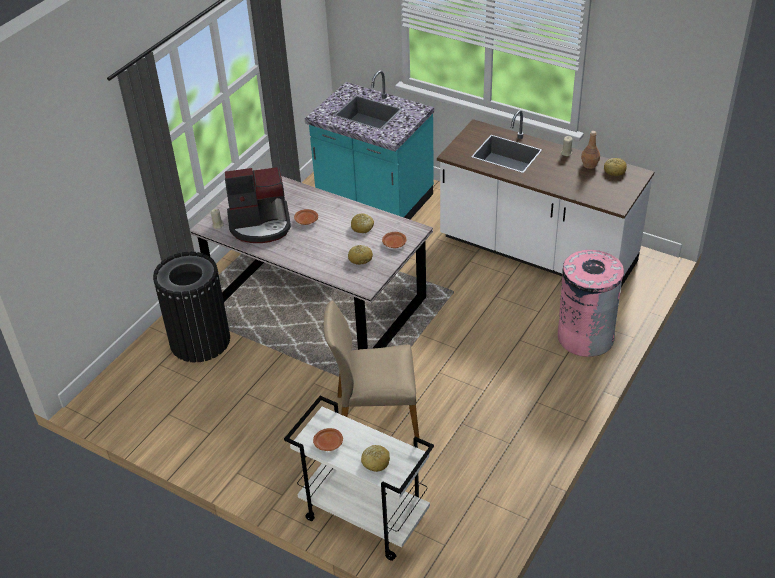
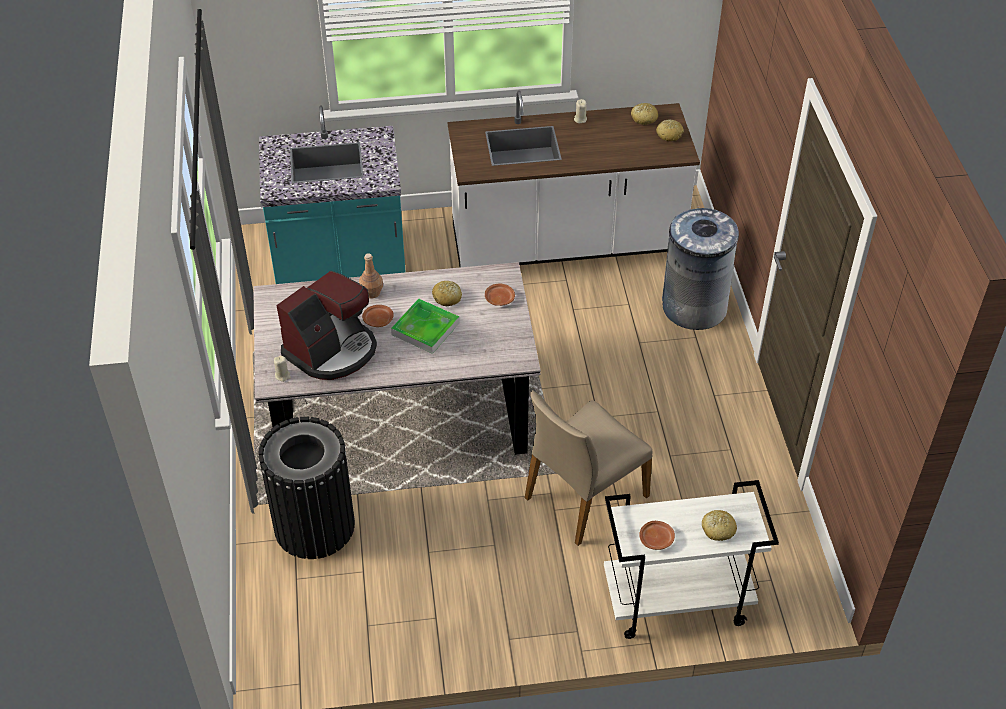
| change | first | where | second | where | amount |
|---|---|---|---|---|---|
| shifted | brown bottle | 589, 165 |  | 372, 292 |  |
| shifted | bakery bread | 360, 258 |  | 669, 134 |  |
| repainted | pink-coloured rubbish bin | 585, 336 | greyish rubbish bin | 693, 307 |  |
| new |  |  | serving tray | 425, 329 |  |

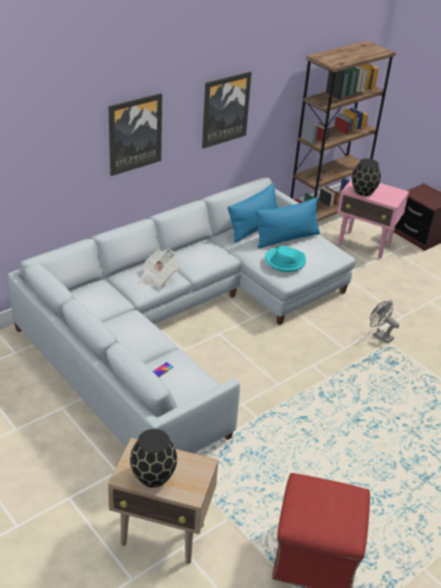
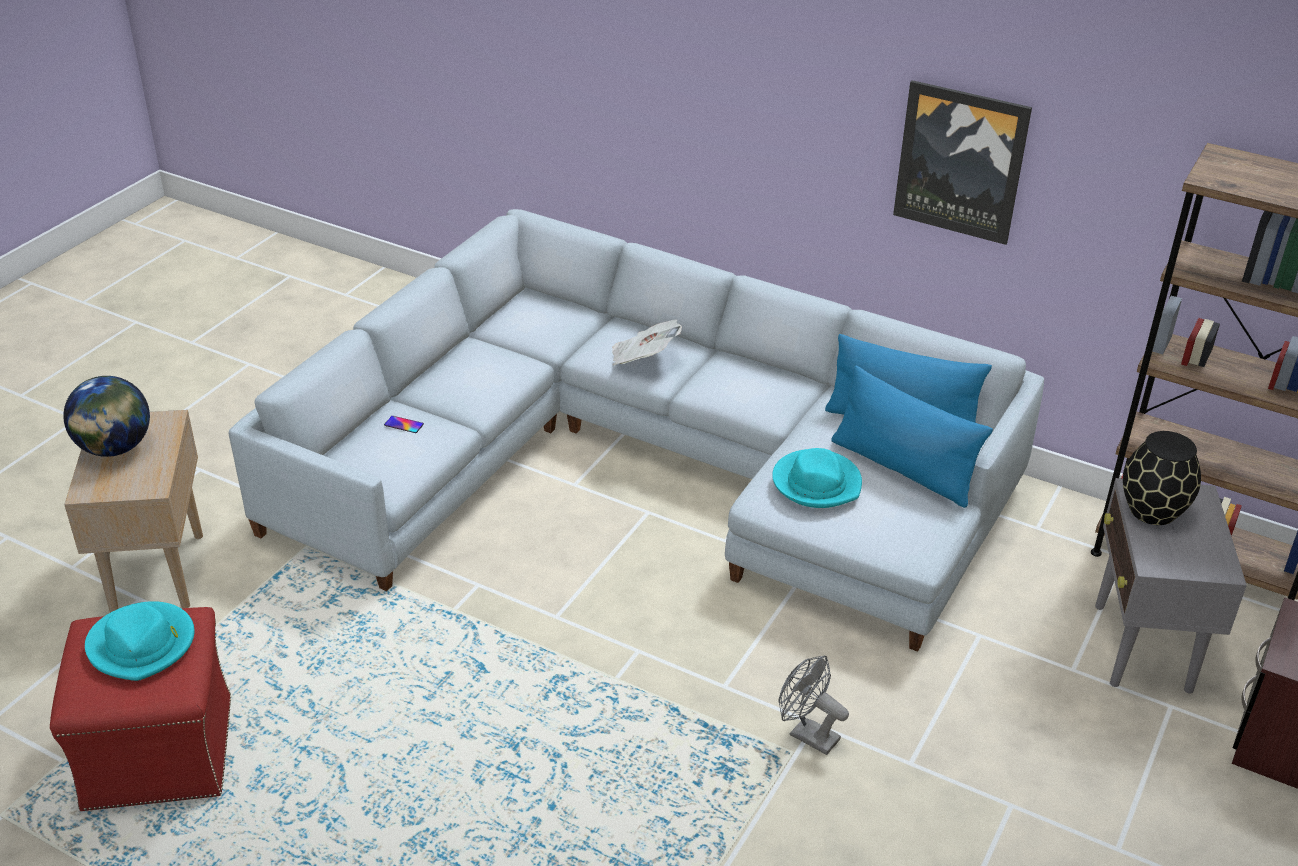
| change | first | where | second | where | amount |
|---|---|---|---|---|---|
| gone | wall picture | 134, 133 |  |  |  |
| repainted | pink-coloured accent table | 364, 245 | greyish accent table | 1142, 649 |  |
| rotated | greyish cooling fan | 379, 335 |  | 807, 734 | 75 degrees counterclockwise |
| swapped | black-coloured decorative vase | 154, 476 | world globe | 115, 448 |  |
| new |  |  | turquoise wearable hat | 142, 644 |  |

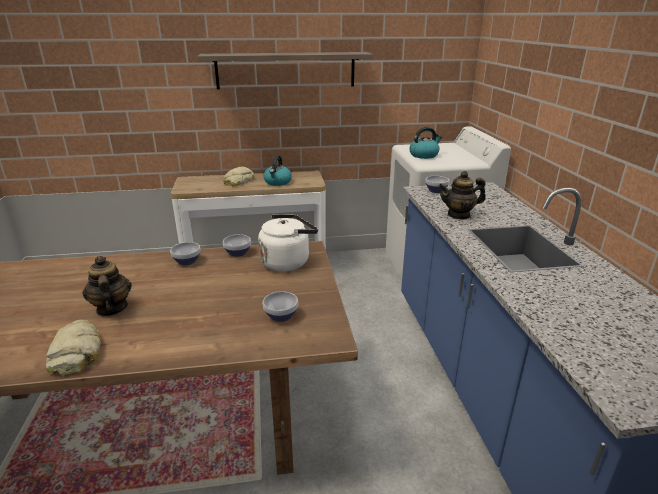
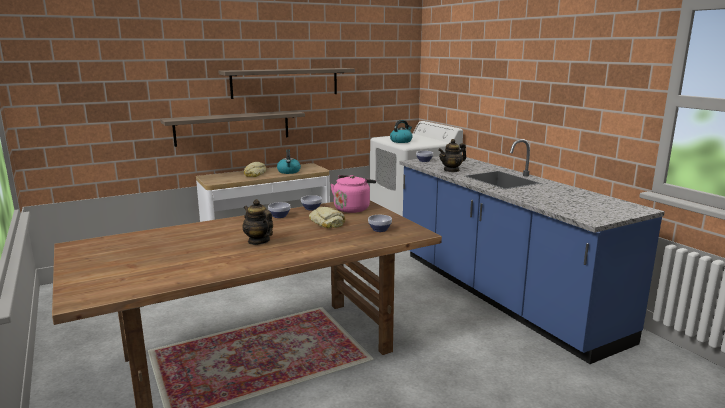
| change | first | where | second | where | amount |
|---|---|---|---|---|---|
| repainted | white tea kettle | 287, 261 | pink-coloured tea kettle | 353, 208 |  |
| shifted | bakery bread | 77, 353 |  | 327, 222 |  |
| new |  |  | wall shelf | 233, 128 |  |

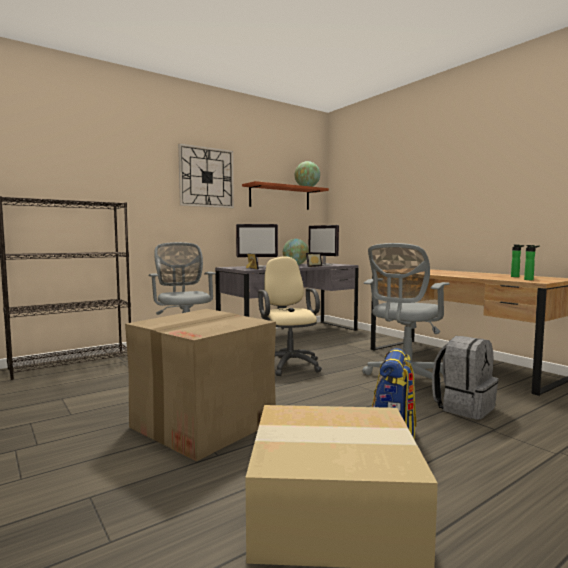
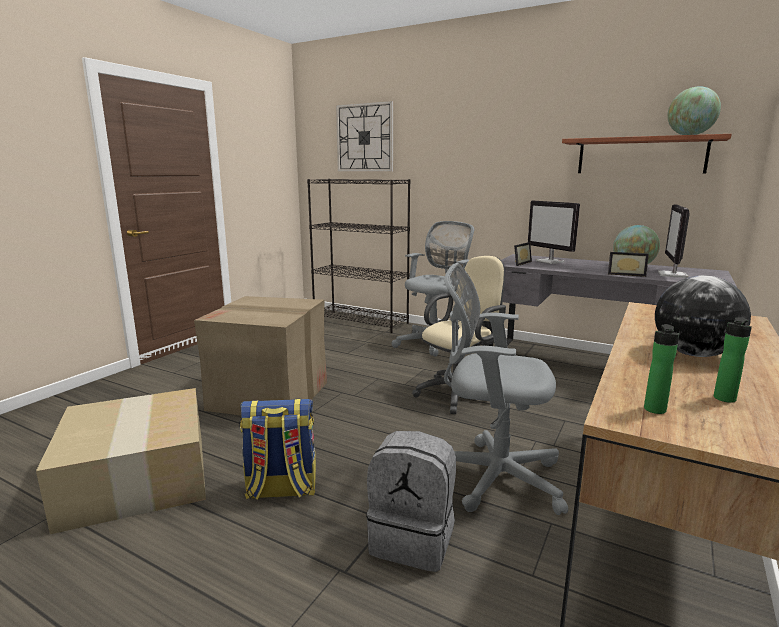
| change | first | where | second | where | amount |
|---|---|---|---|---|---|
| shifted | wall clock | 206, 177 |  | 365, 138 |  |
| new |  |  | world globe | 694, 354 |  |

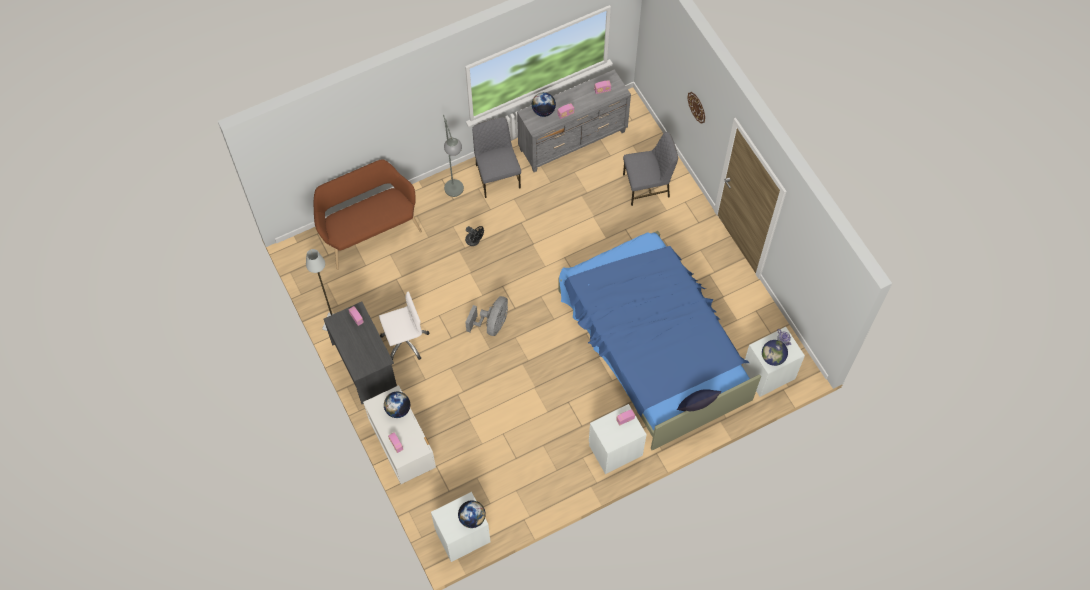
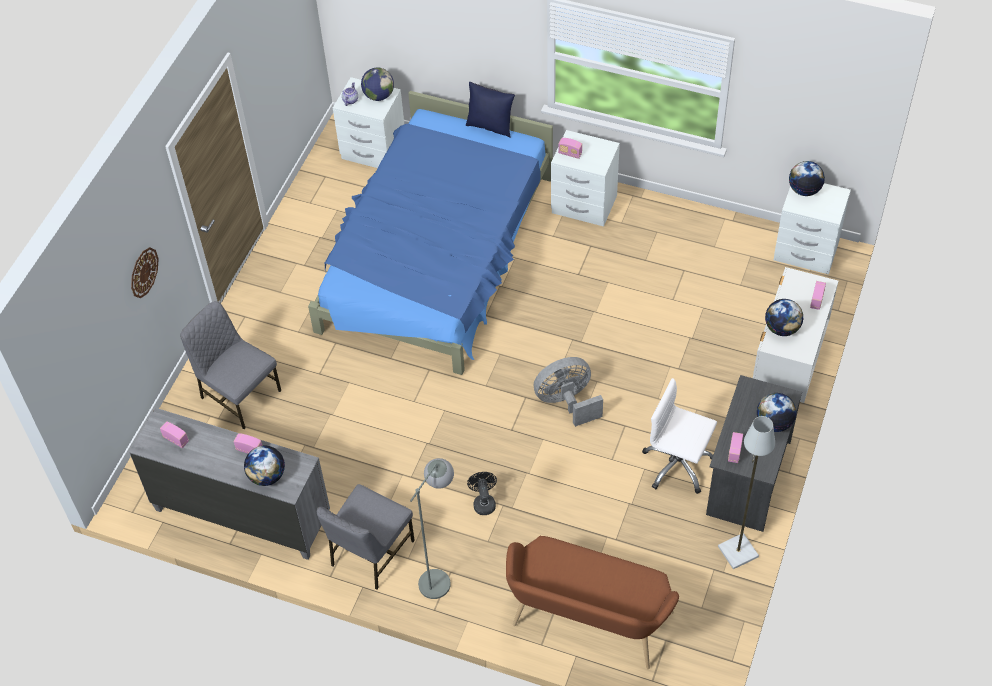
| change | first | where | second | where | amount |
|---|---|---|---|---|---|
| new |  |  | world globe | 774, 423 |  |

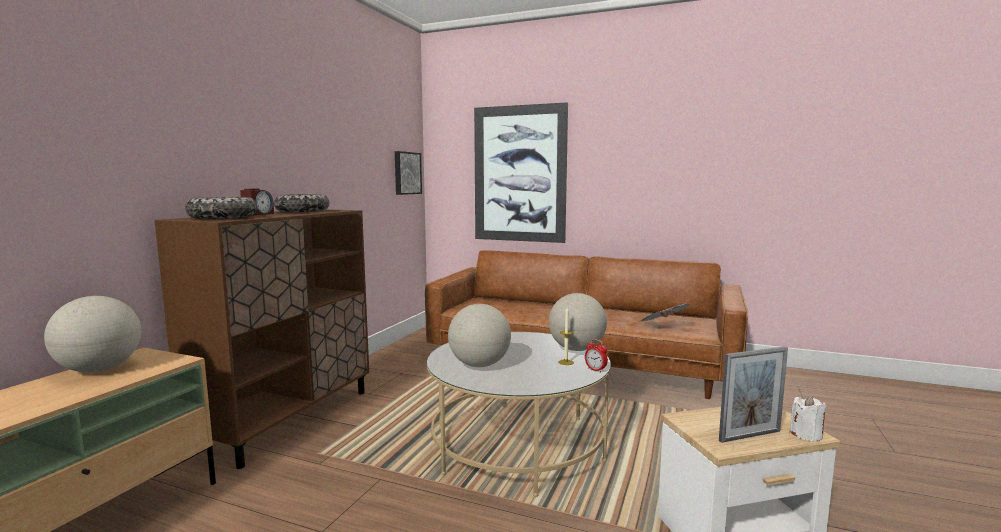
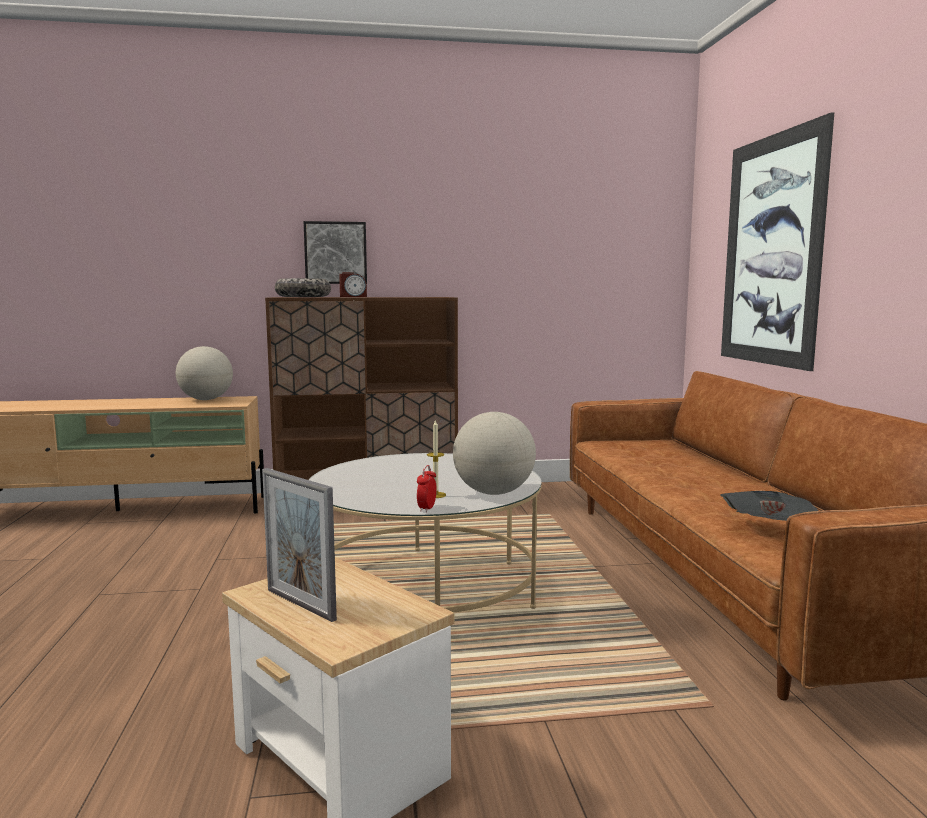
| change | first | where | second | where | amount |
|---|---|---|---|---|---|
| shifted | wall picture | 406, 173 |  | 335, 253 |  |
| gone | bowl | 302, 211 |  |  |  |
| gone | world globe | 480, 365 |  |  |  |
| gone | white wax light | 806, 434 |  |  |  |

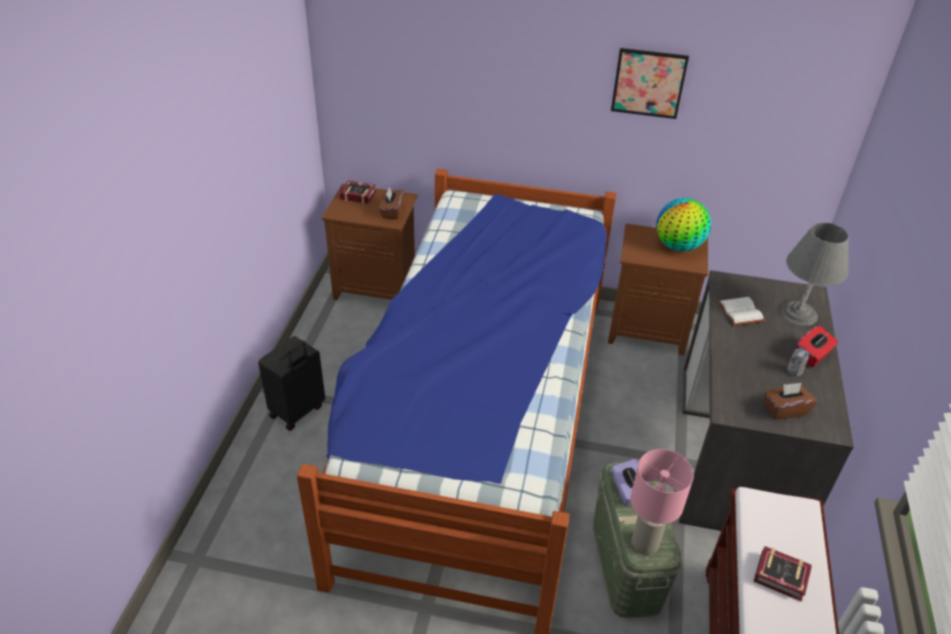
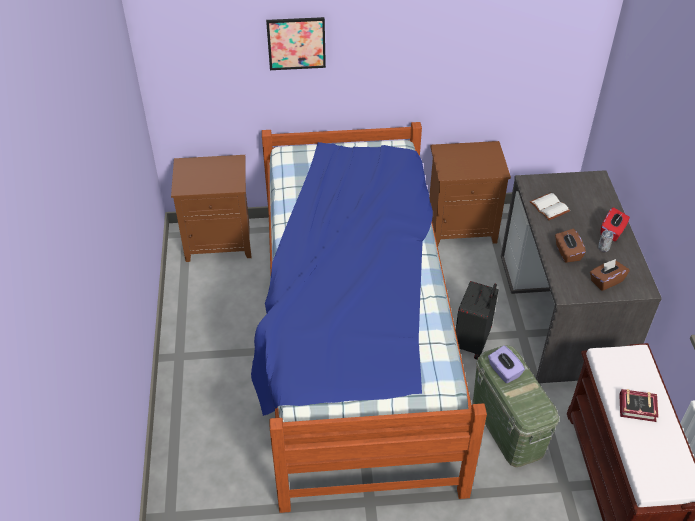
| change | first | where | second | where | amount |
|---|---|---|---|---|---|
| shifted | wall picture | 648, 83 |  | 296, 43 |  |
| gone | book | 357, 194 |  |  |  |
| shifted | brown tissue box | 391, 212 |  | 567, 253 |  |
| gone | world globe | 678, 246 |  |  |  |
| gone | greyish lamp for a table | 798, 313 |  |  |  |
| shifted | black-coloured travel case | 298, 412 |  | 472, 342 |  |
| gone | pink-coloured lamp for a table | 644, 543 |  |  |  |

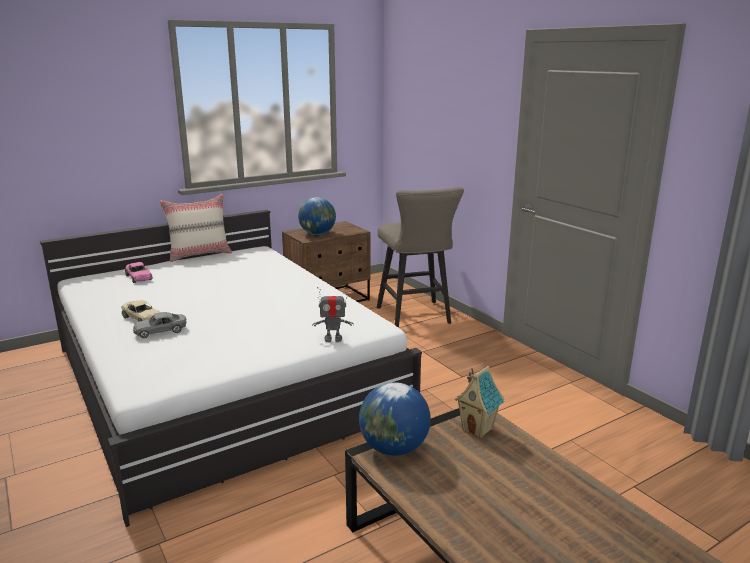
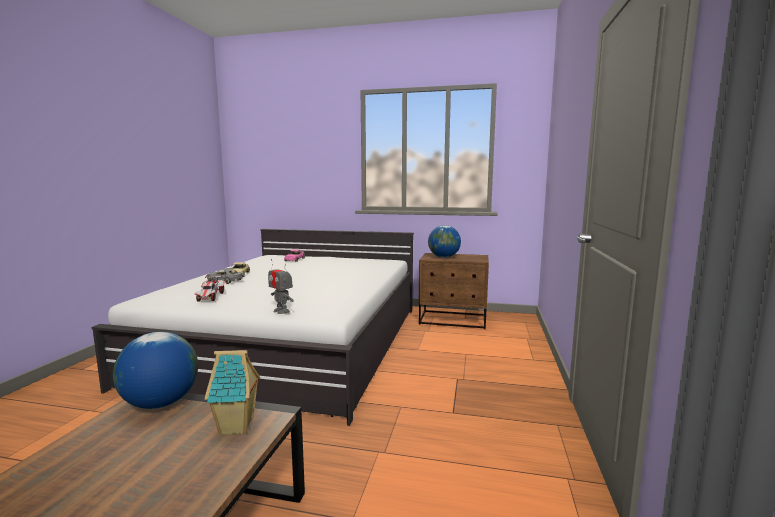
| change | first | where | second | where | amount |
|---|---|---|---|---|---|
| gone | beige-coloured stool | 416, 317 |  |  |  |
| gone | beige-coloured throw pillow | 200, 255 |  |  |  |
| new |  |  | toy car | 210, 297 |  |

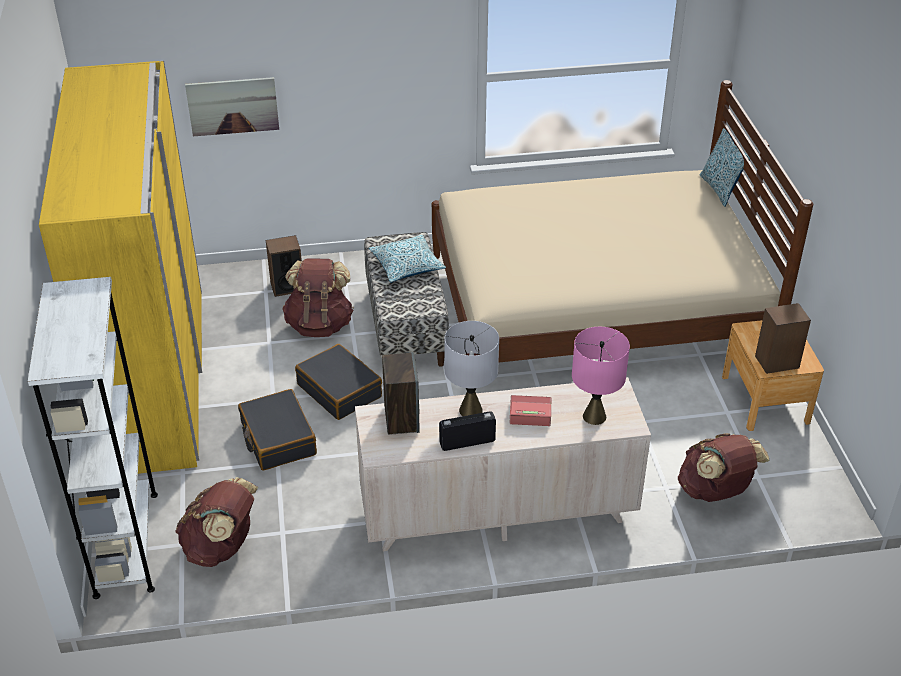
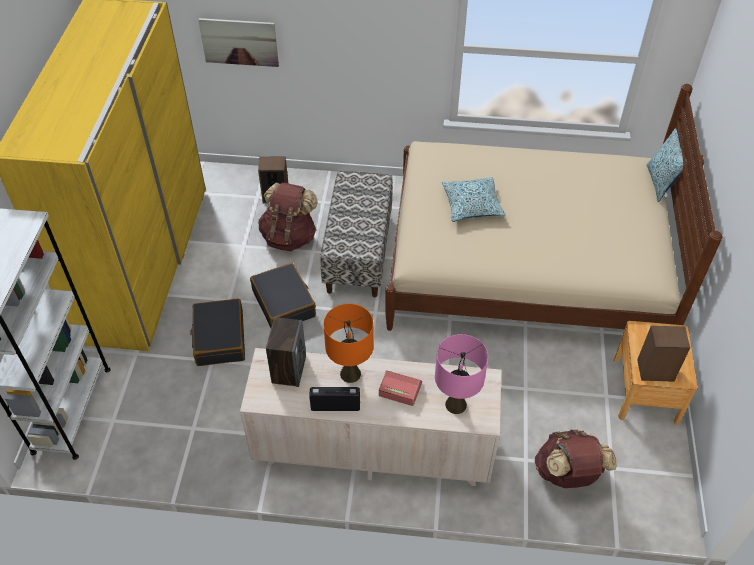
| change | first | where | second | where | amount |
|---|---|---|---|---|---|
| shifted | throw pillow | 407, 266 |  | 472, 205 |  |
| repainted | greyish lamp for a table | 470, 410 | orange lamp for a table | 350, 374 |  |
| gone | brown knapsack | 221, 547 |  |  |  |

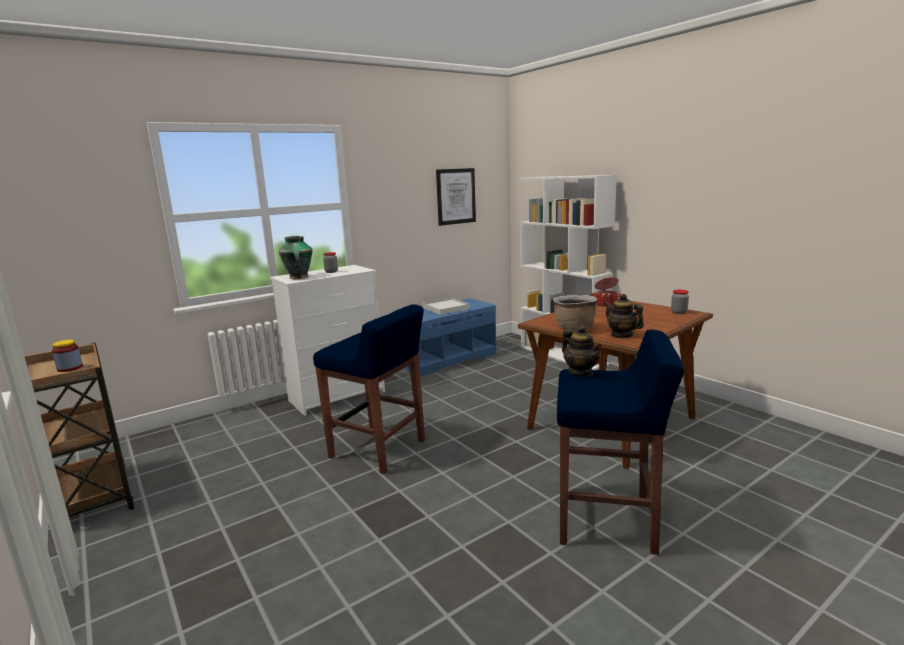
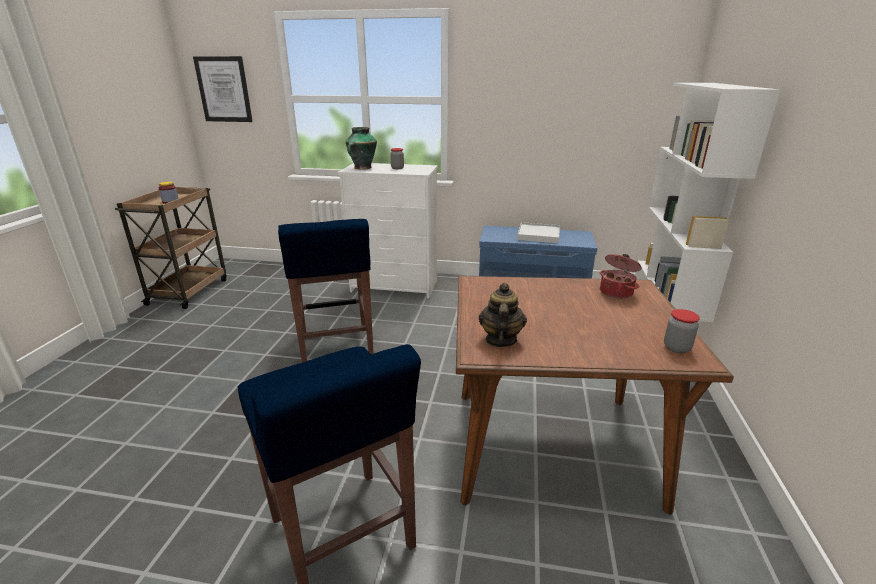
| change | first | where | second | where | amount |
|---|---|---|---|---|---|
| shifted | wall picture | 455, 196 |  | 224, 89 |  |
| gone | brown cooking pot | 574, 329 |  |  |  |
| gone | tea pot | 580, 372 |  |  |  |

